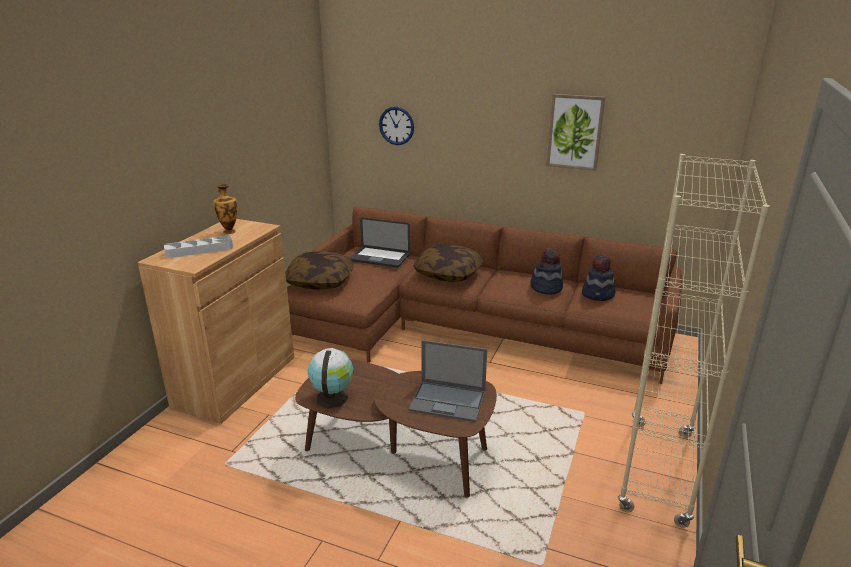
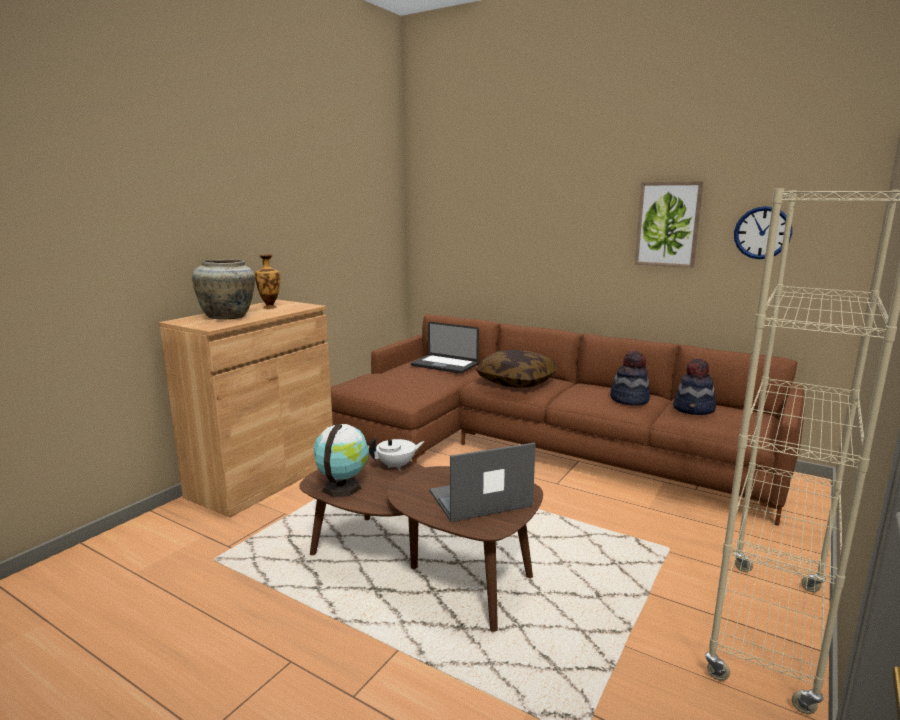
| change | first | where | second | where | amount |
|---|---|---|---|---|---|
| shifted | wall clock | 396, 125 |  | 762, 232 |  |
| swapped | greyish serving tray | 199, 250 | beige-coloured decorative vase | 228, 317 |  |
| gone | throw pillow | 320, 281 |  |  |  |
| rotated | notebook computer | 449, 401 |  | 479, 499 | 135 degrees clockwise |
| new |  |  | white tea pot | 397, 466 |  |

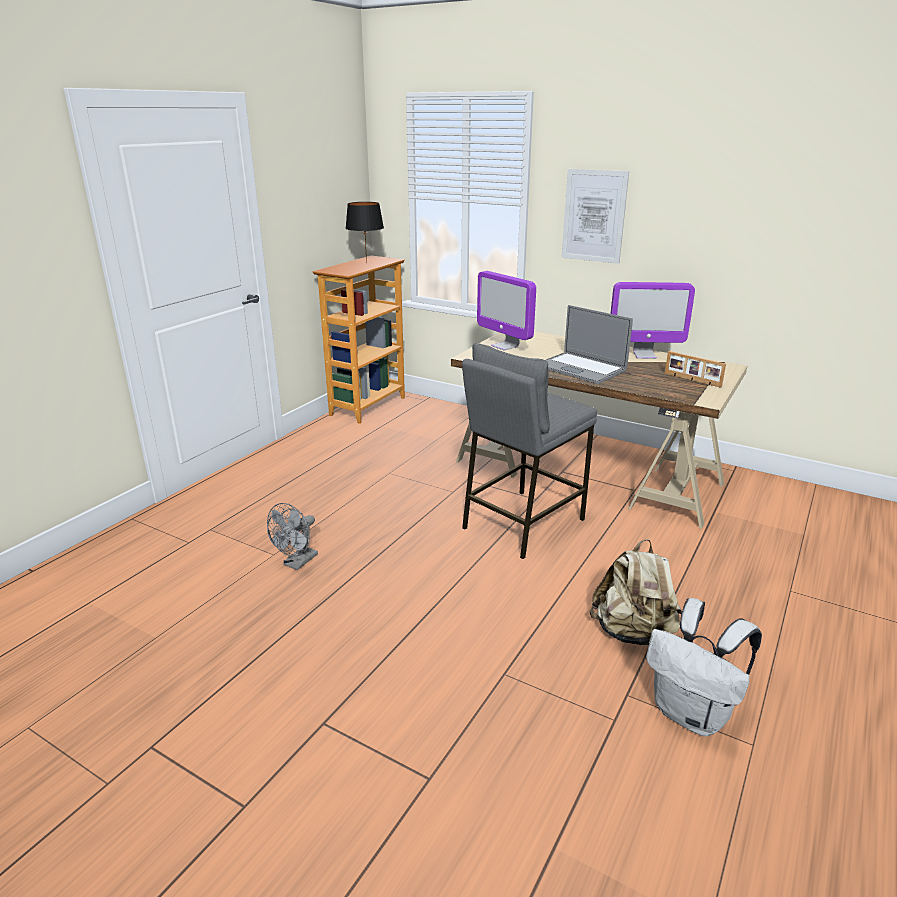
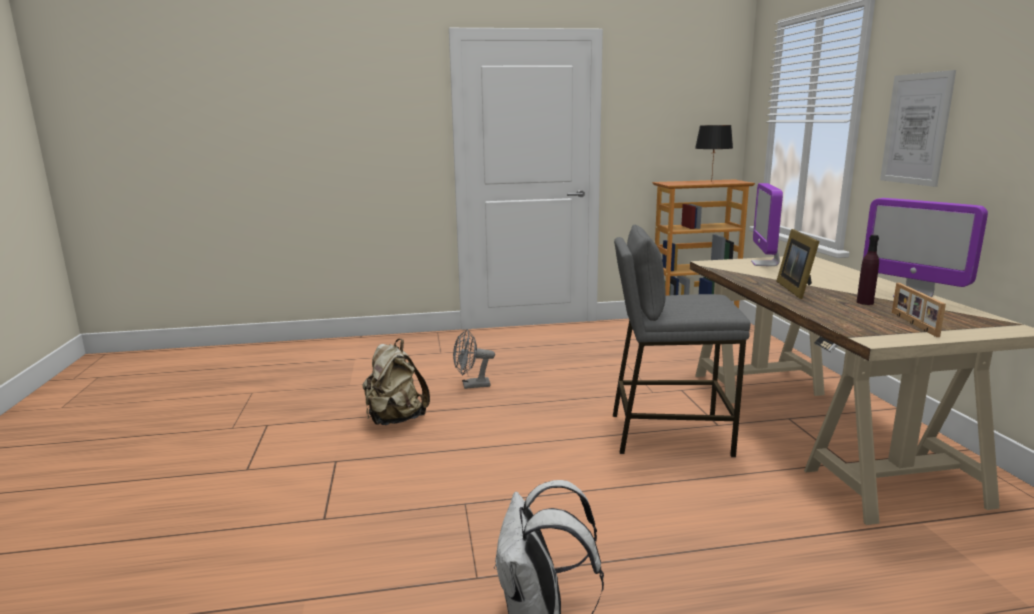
| change | first | where | second | where | amount |
|---|---|---|---|---|---|
| swapped | notebook computer | 580, 368 | standing frame | 797, 289 |  |
| shifted | beige-coloured knapsack | 633, 633 |  | 395, 419 |  |
| new |  |  | purple bottle | 865, 302 |  |

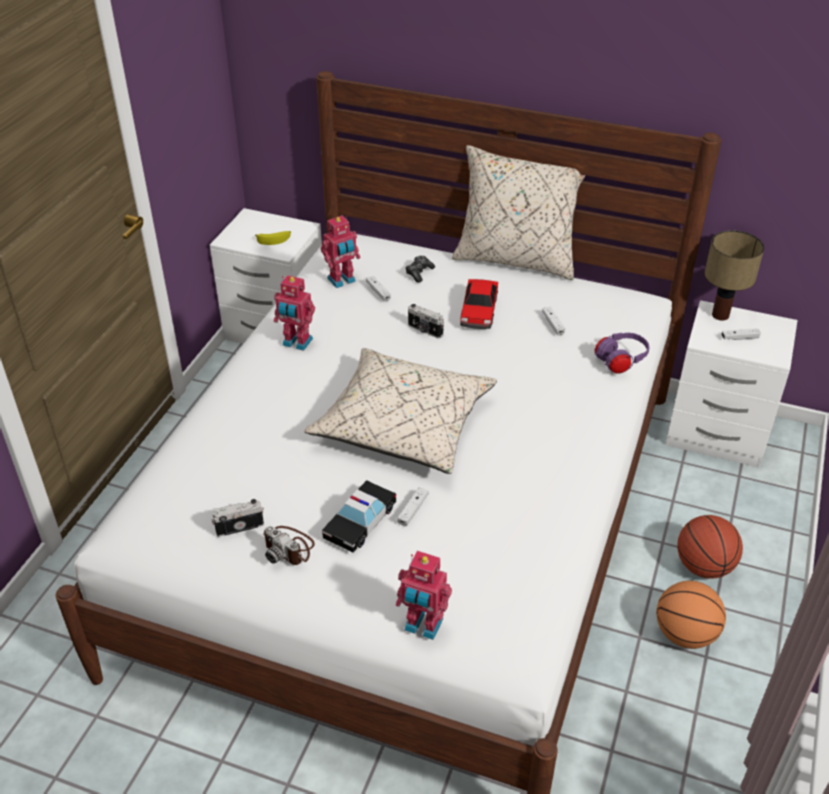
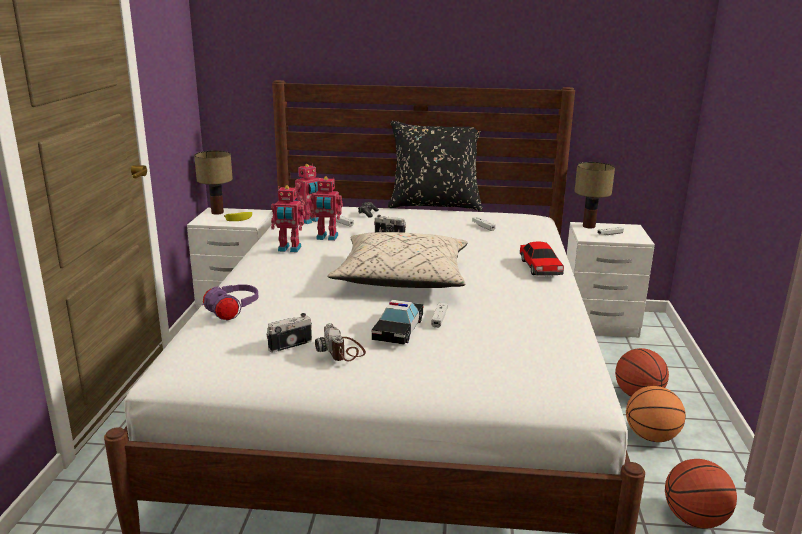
| change | first | where | second | where | amount |
|---|---|---|---|---|---|
| repainted | beige-coloured throw pillow | 516, 259 | black-coloured throw pillow | 434, 205 |  |
| shifted | toy car | 479, 311 |  | 540, 268 |  |
| shifted | purple pair of headphones | 620, 362 |  | 232, 312 |  |
| rotated | still camera | 289, 547 |  | 342, 351 | 45 degrees clockwise |
| shifted | toy robot | 422, 626 |  | 327, 238 |  |
| new |  |  | lamp for a table | 218, 212 |  |
| new |  |  | ball for basketball | 694, 519 |  |

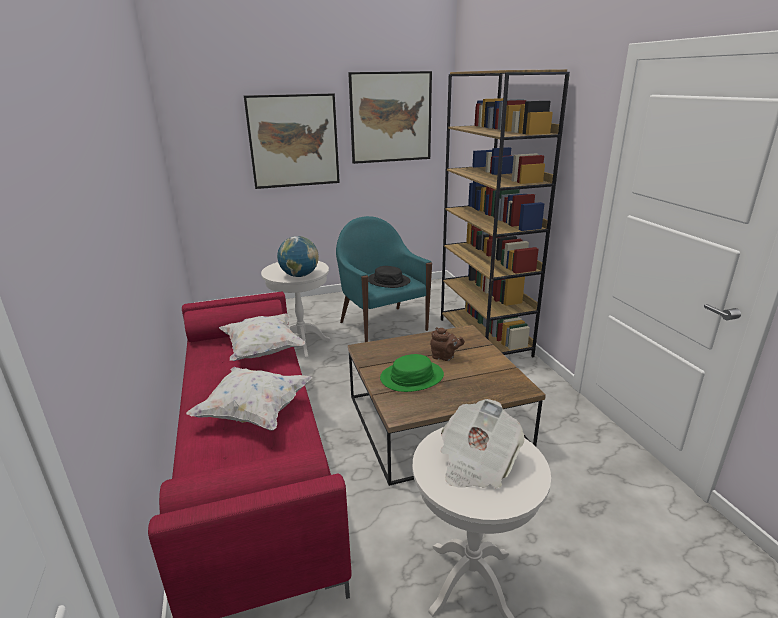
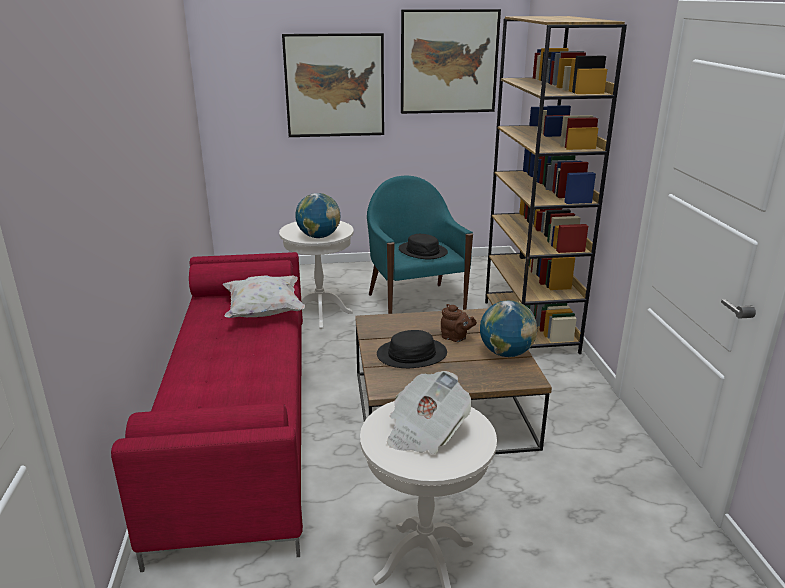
| change | first | where | second | where | amount |
|---|---|---|---|---|---|
| repainted | green wearable hat | 412, 377 | black-coloured wearable hat | 412, 354 |  |
| gone | white throw pillow | 254, 413 |  |  |  |
| new |  |  | world globe | 506, 353 |  |

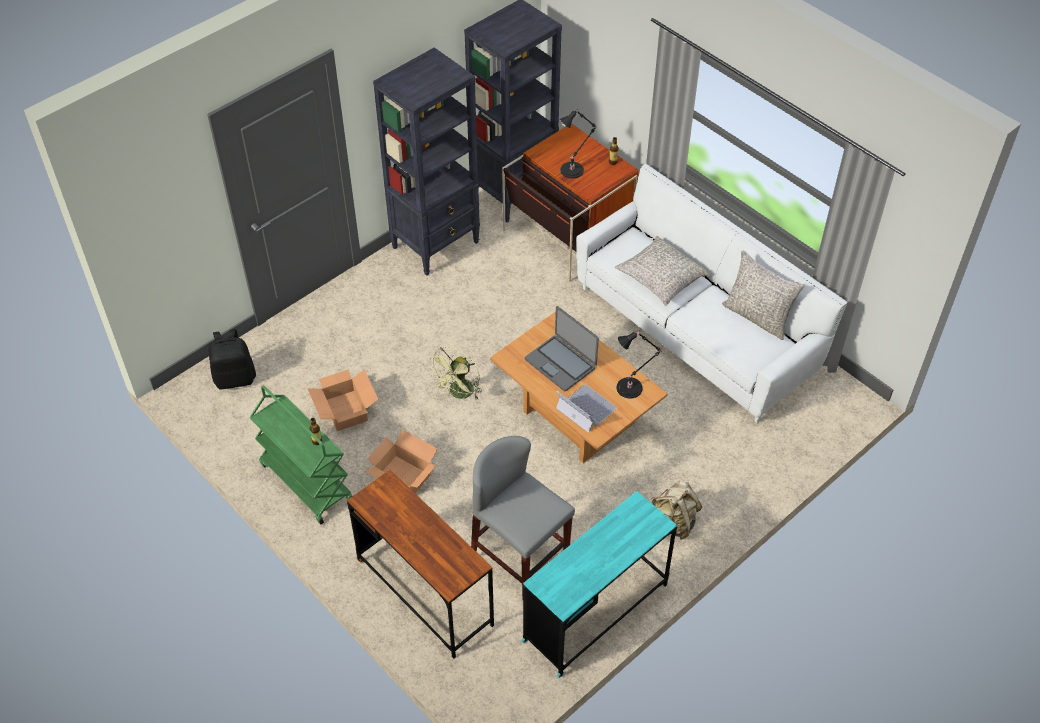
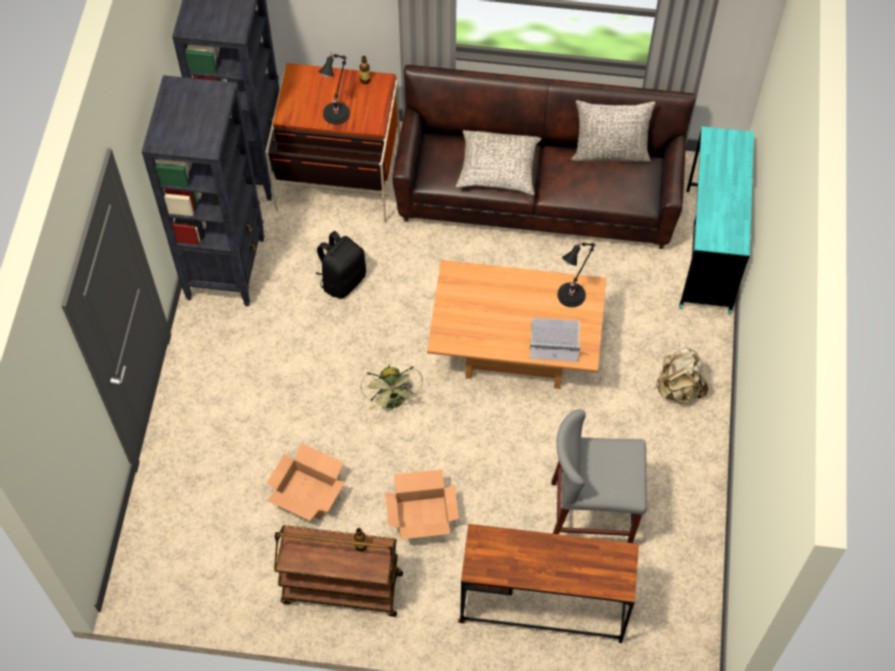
| change | first | where | second | where | amount |
|---|---|---|---|---|---|
| repainted | white couch | 695, 331 | brown couch | 537, 196 |  |
| gone | notebook computer | 561, 363 |  |  |  |
| shifted | black-coloured knapsack | 235, 378 |  | 342, 280 |  |
| repainted | green cart | 305, 482 | brown cart | 341, 589 |  |
| shifted | turquoise desk unit | 596, 613 |  | 708, 250 |  |

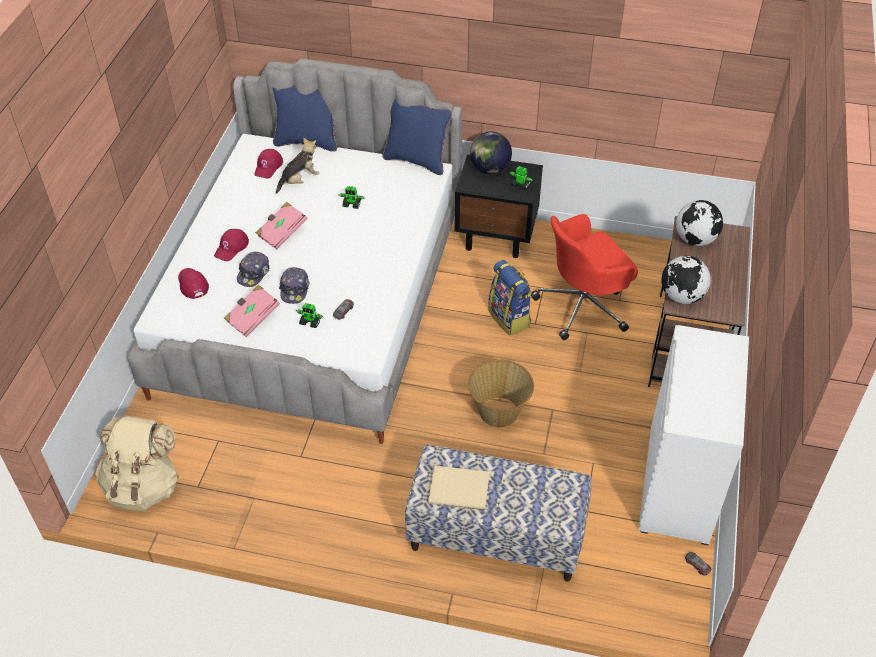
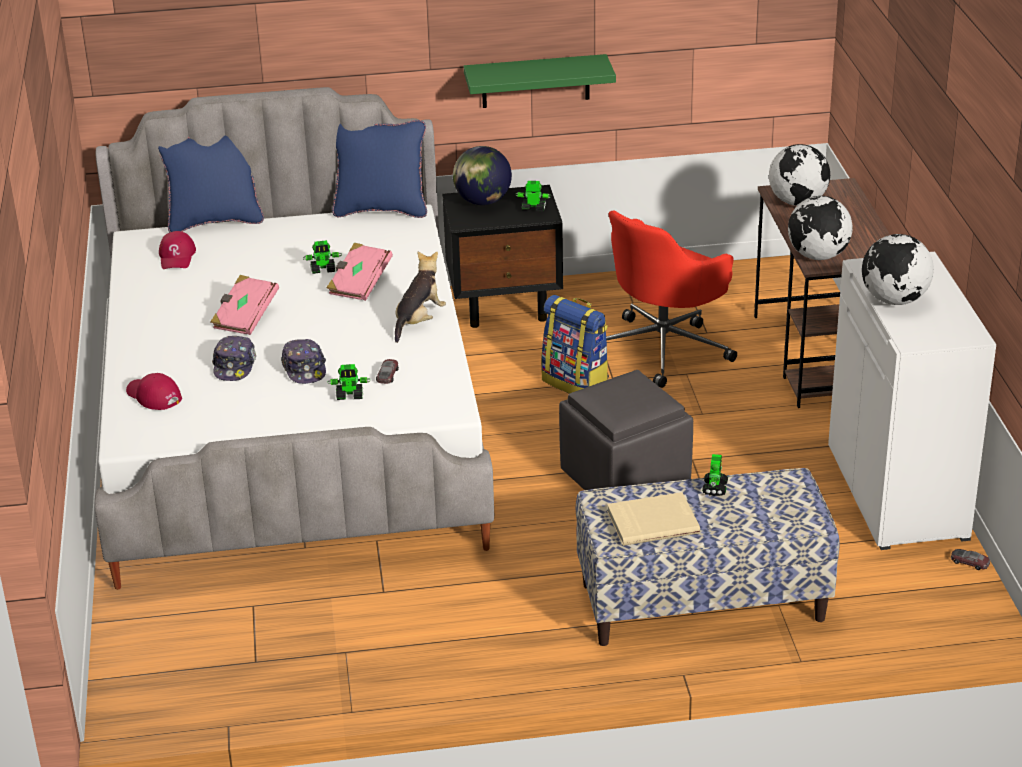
| change | first | where | second | where | amount |
|---|---|---|---|---|---|
| shifted | cuddly toy | 299, 180 |  | 419, 321 |  |
| gone | red baseball cap | 231, 247 |  |  |  |
| shifted | pink-coloured book | 252, 318 |  | 359, 284 |  |
| swapped | basket | 499, 413 | greyish ottoman | 625, 480 |  |
| gone | beige-coloured knapsack | 143, 486 |  |  |  |
| new |  |  | green wall shelf | 535, 81 |  |
| new |  |  | world globe | 894, 300 |  |
| new |  |  | toy robot | 715, 487 |  |

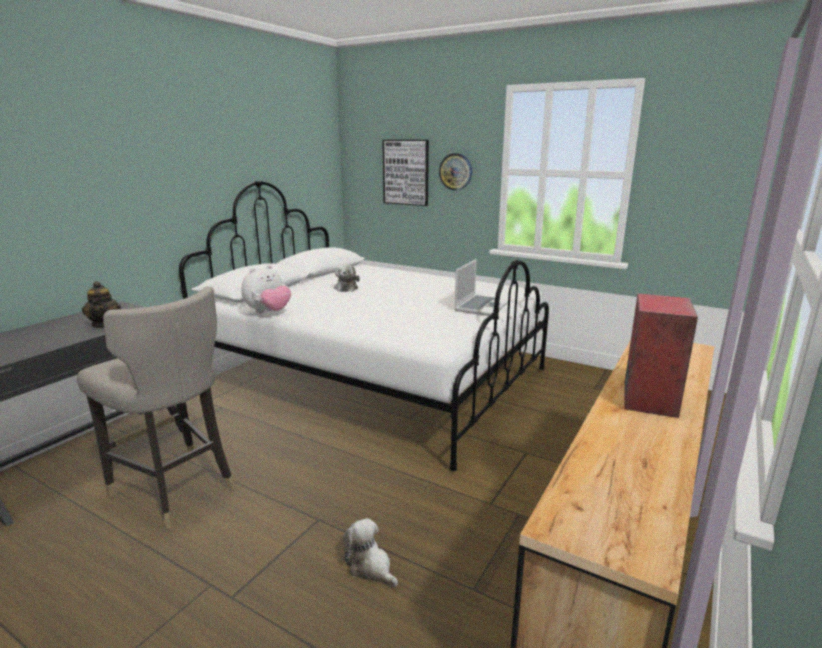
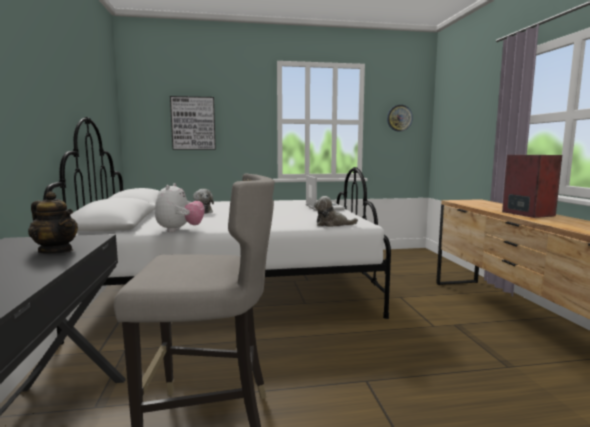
| change | first | where | second | where | amount |
|---|---|---|---|---|---|
| shifted | wall clock | 455, 171 |  | 399, 118 |  |
| shifted | cuddly toy | 370, 567 |  | 332, 224 |  |

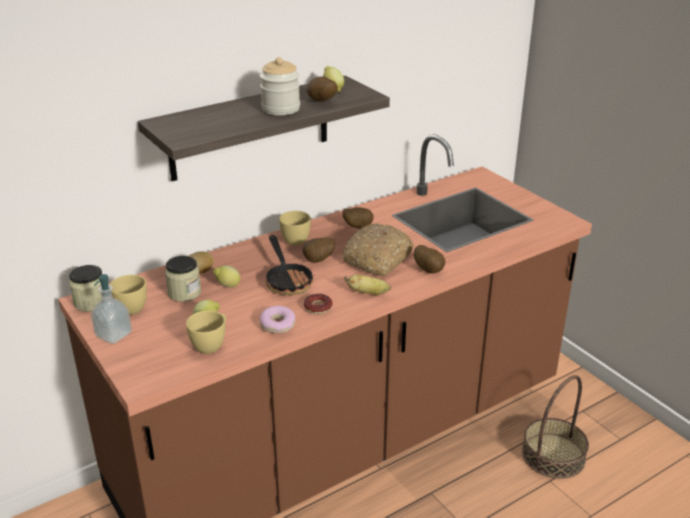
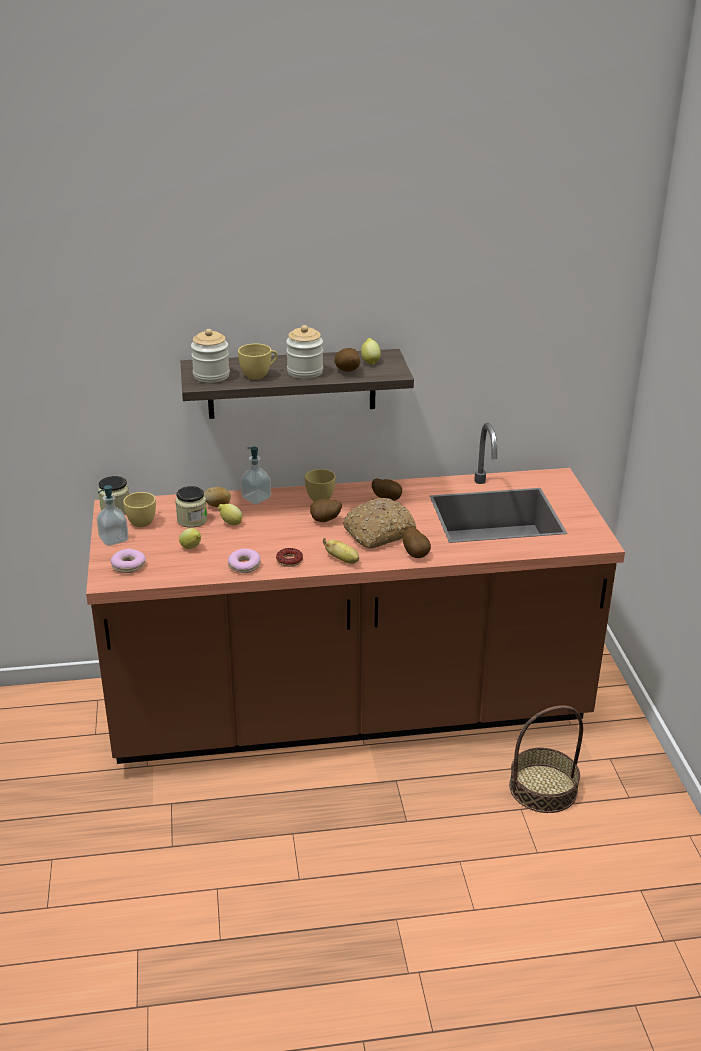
| change | first | where | second | where | amount |
|---|---|---|---|---|---|
| gone | frying pan | 287, 280 |  |  |  |
| shifted | yellow-coloured small cup | 211, 345 |  | 259, 375 |  |
| new |  |  | jar | 211, 376 |  |
| new |  |  | soap dispenser | 256, 498 |  |
| new |  |  | donut | 128, 566 |  |

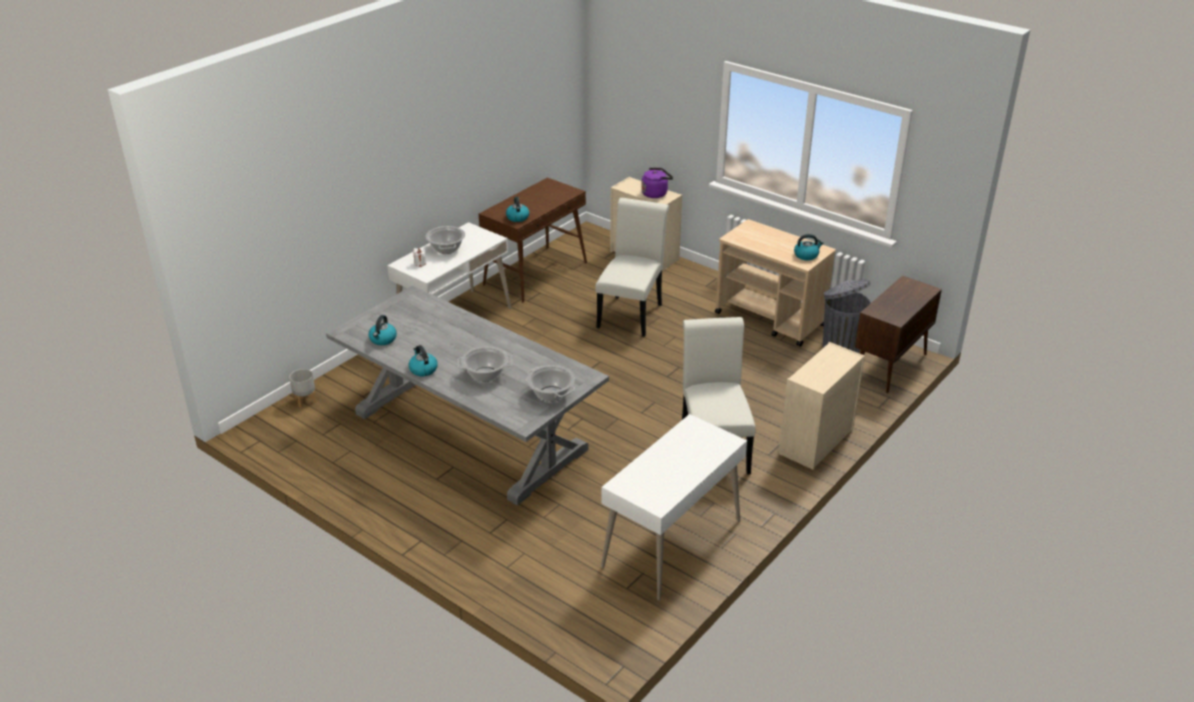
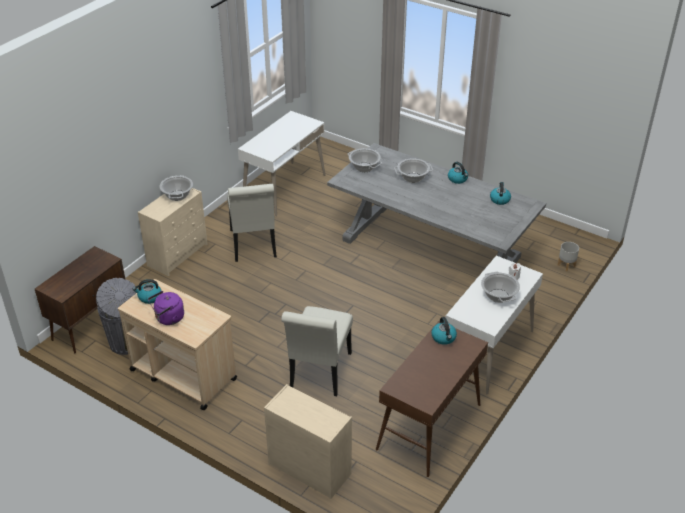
| change | first | where | second | where | amount |
|---|---|---|---|---|---|
| shifted | purple tea kettle | 655, 193 |  | 168, 319 |  |
| new |  |  | cooking pot | 177, 196 |  |

